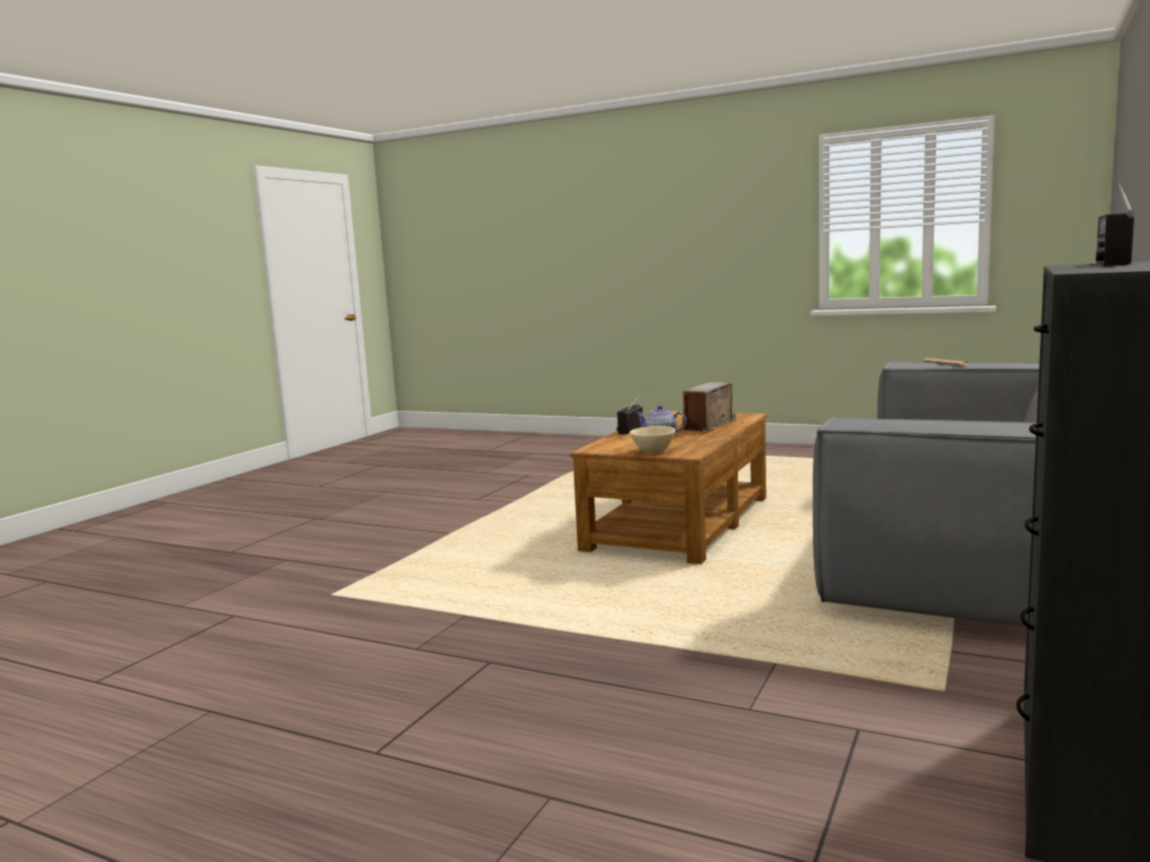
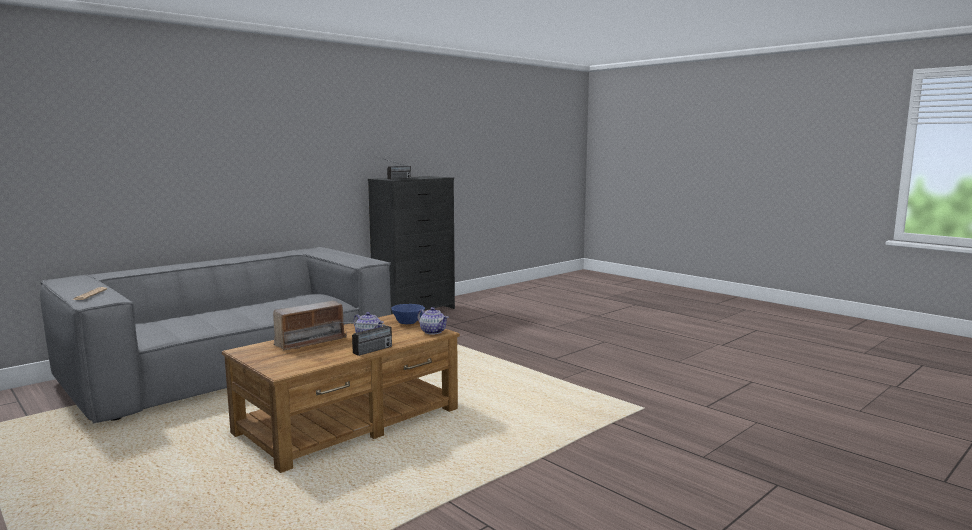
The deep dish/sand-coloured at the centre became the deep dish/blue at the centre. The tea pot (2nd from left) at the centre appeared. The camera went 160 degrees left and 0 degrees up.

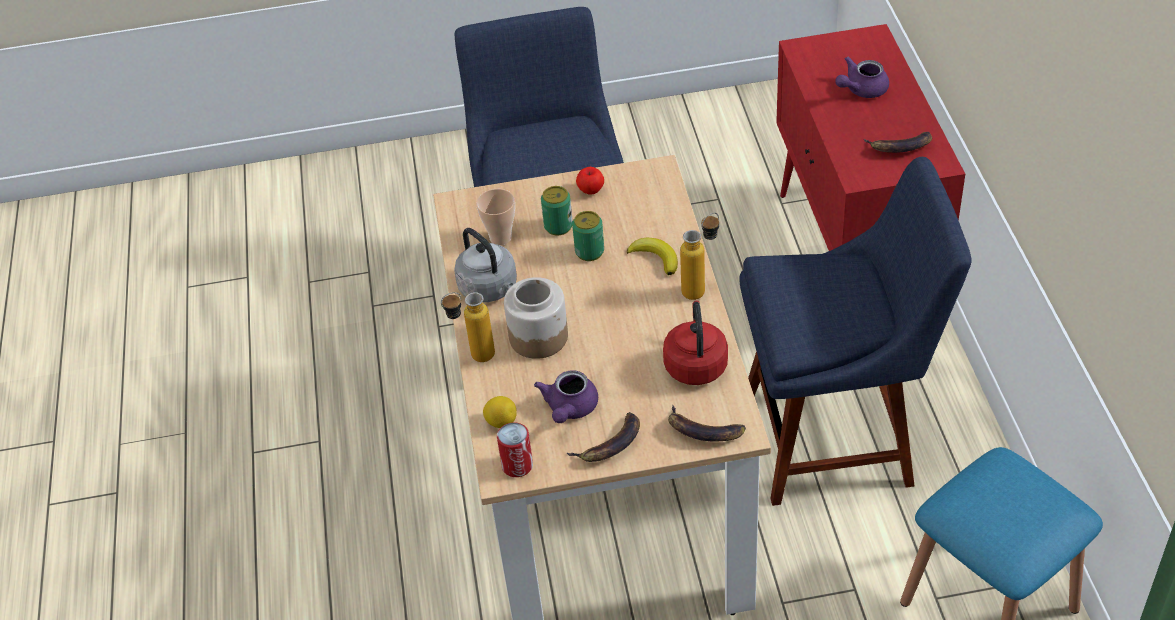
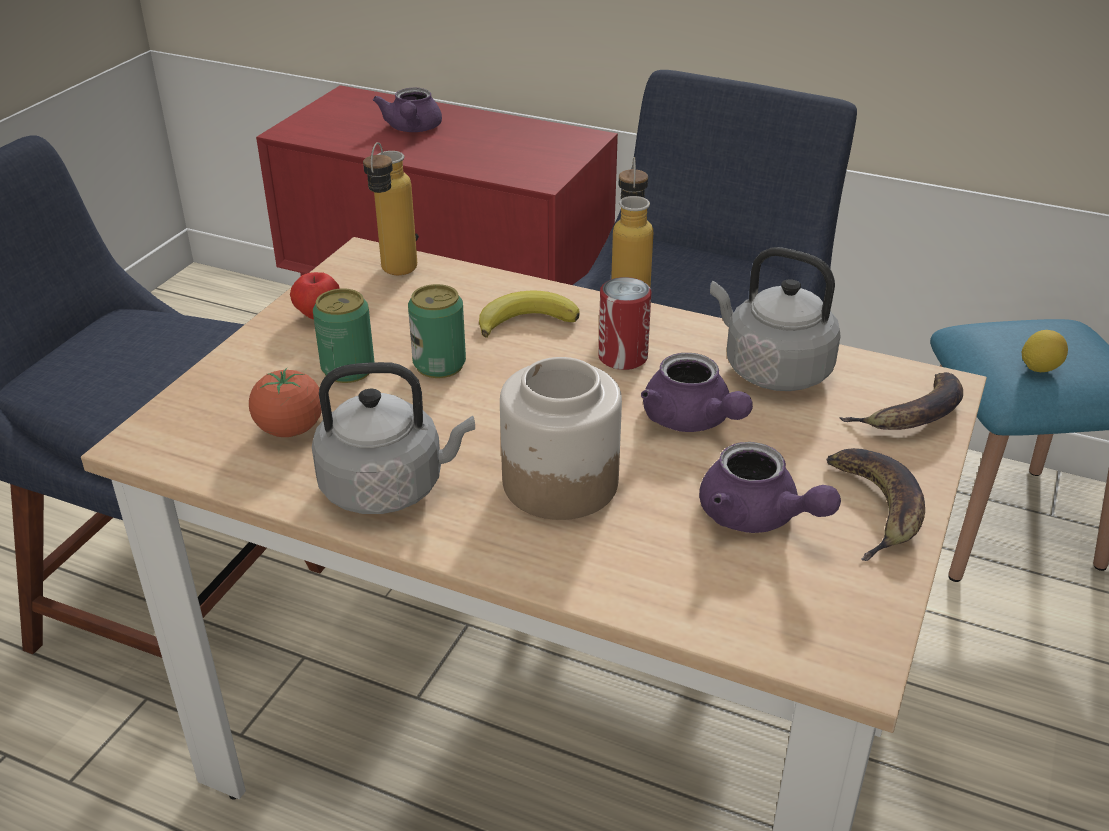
The whole banana (4th from left) at the top right disappeared. The cup at the centre was replaced by the tomato at the middle left. The bottle (1st from left) moved from the centre to the top centre. The tea kettle/reddish at the centre became the tea kettle/greyish (2nd from left) at the middle right. The citrus fruit moved from the centre to the middle right. The can (1st from left in the first image) moved from the bottom centre to the centre. The tea pot/purplish (2nd from left) at the centre appeared. The camera went 60 degrees left and 10 degrees down.

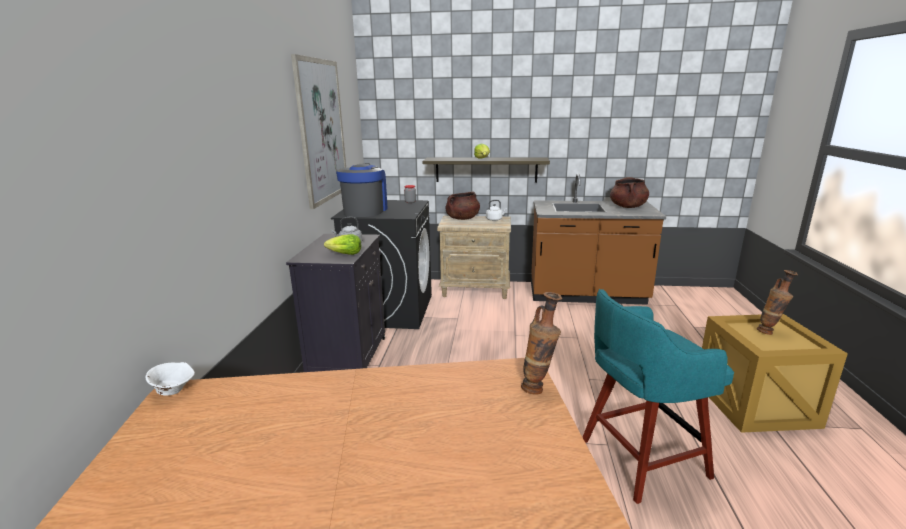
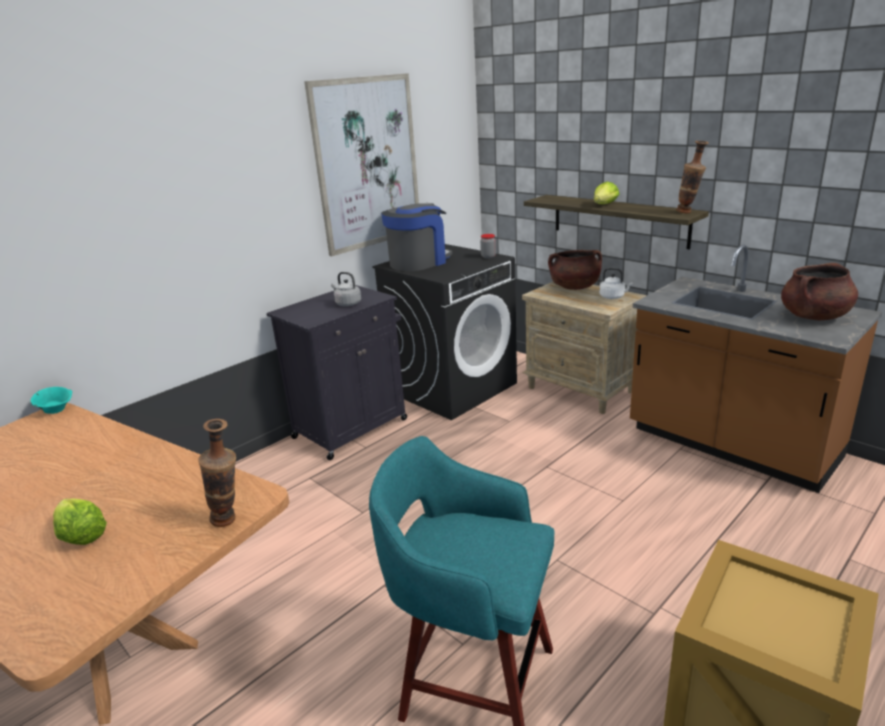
The lettuce head (1st from left) moved from the centre to the bottom left. The flower vase (2nd from left) moved from the middle right to the top right. The deep dish/whitish at the bottom left became the deep dish/blue-green at the middle left. The camera went 40 degrees right and 5 degrees up.

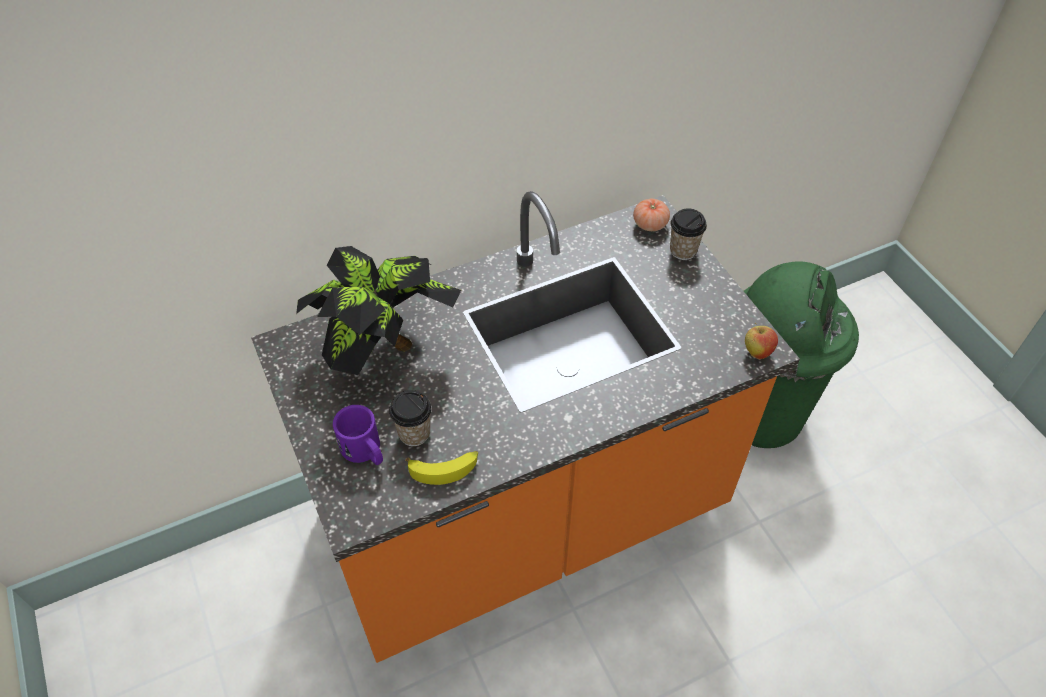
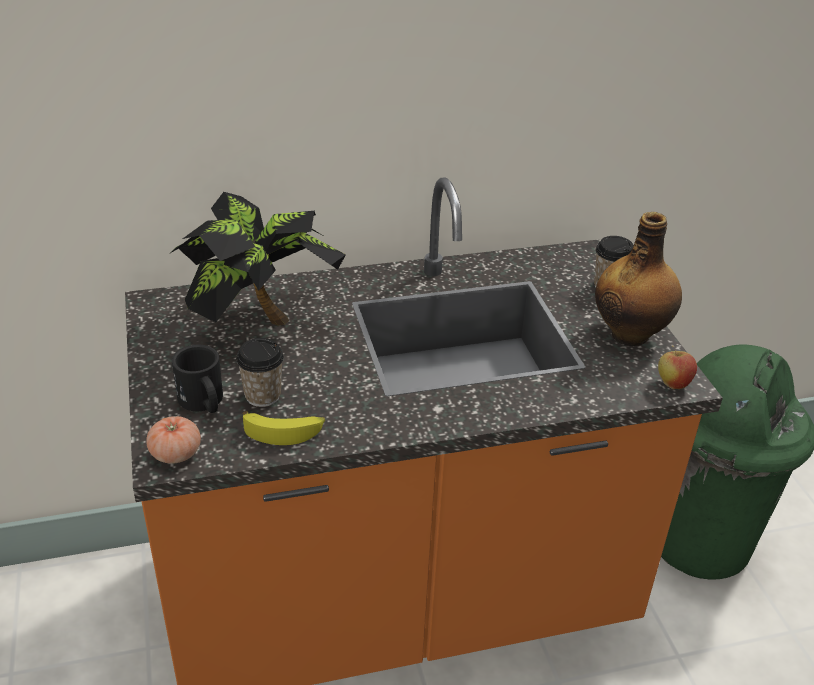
The tomato moved from the top centre to the middle left. The tea mug/purplish at the centre became the tea mug/blackish at the middle left. The bottle at the middle right appeared. The camera went 10 degrees right and 15 degrees down.

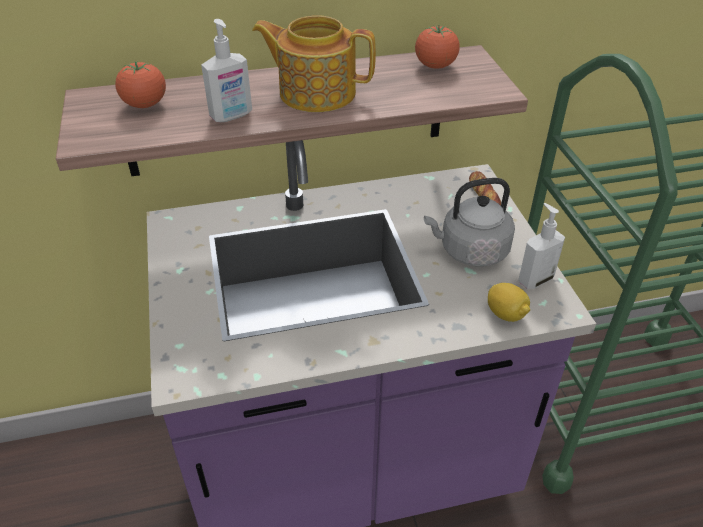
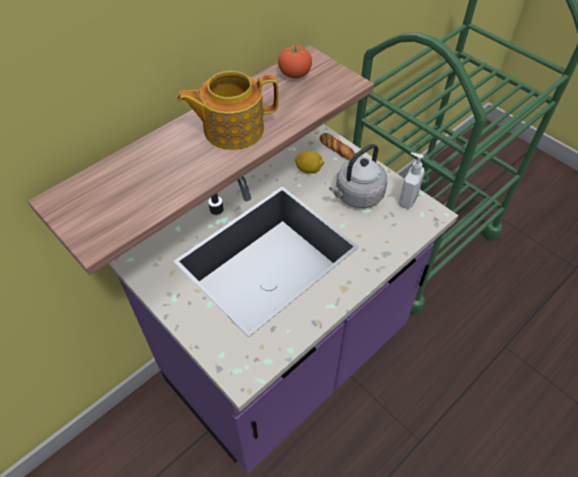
The liquid soap bottle (1st from left) at the top left disappeared. The tomato (1st from left) at the top left disappeared. The citrus fruit moved from the middle right to the centre. The camera went 30 degrees left and 10 degrees up.

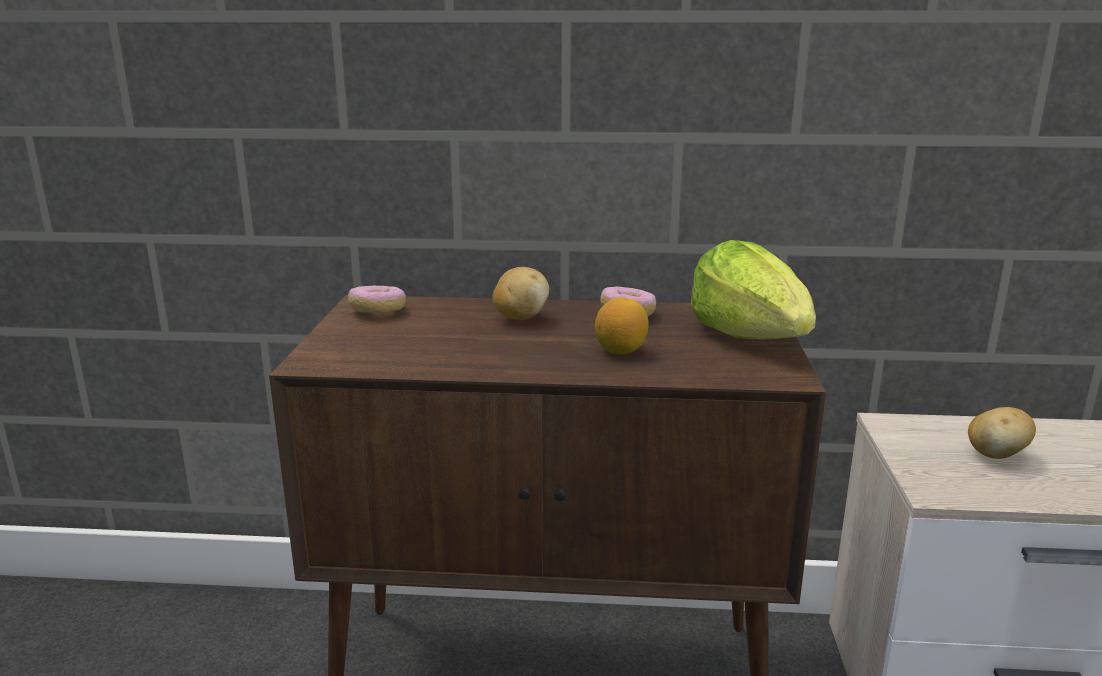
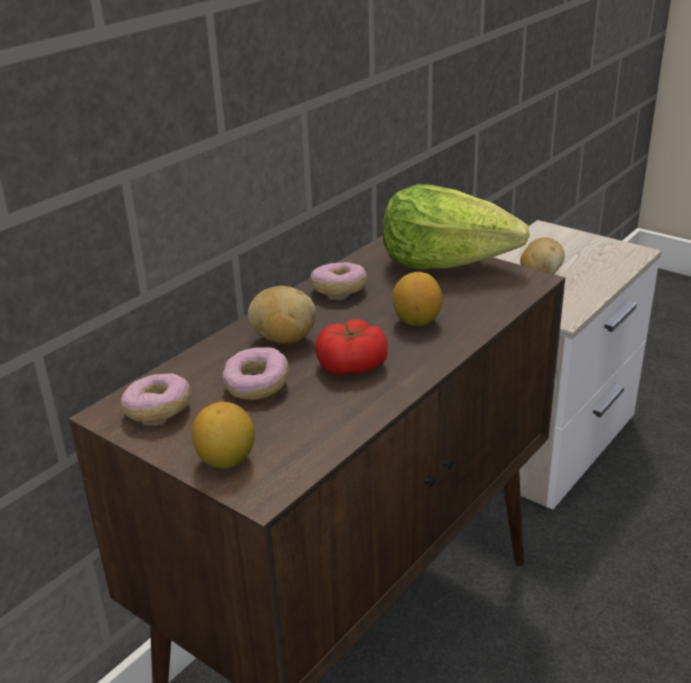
The tomato at the centre appeared. The ring doughnut (2nd from left) at the centre appeared. The citrus fruit (1st from left) at the middle left appeared. The camera went 55 degrees left and 10 degrees up.

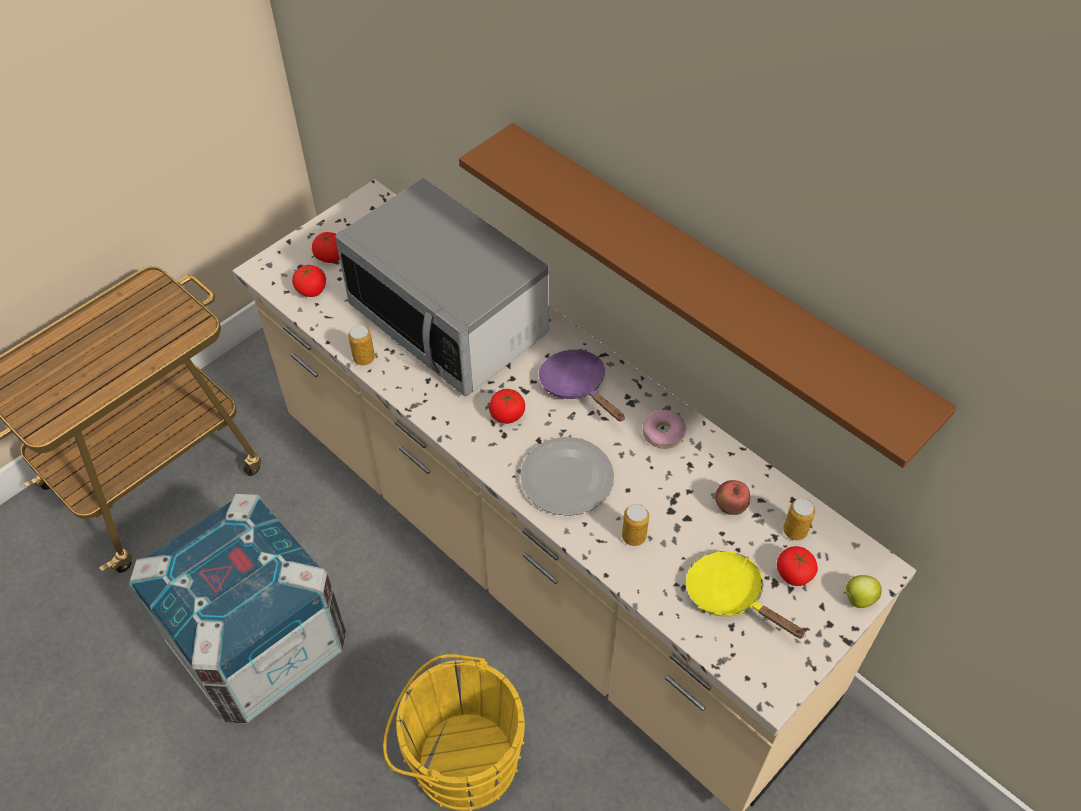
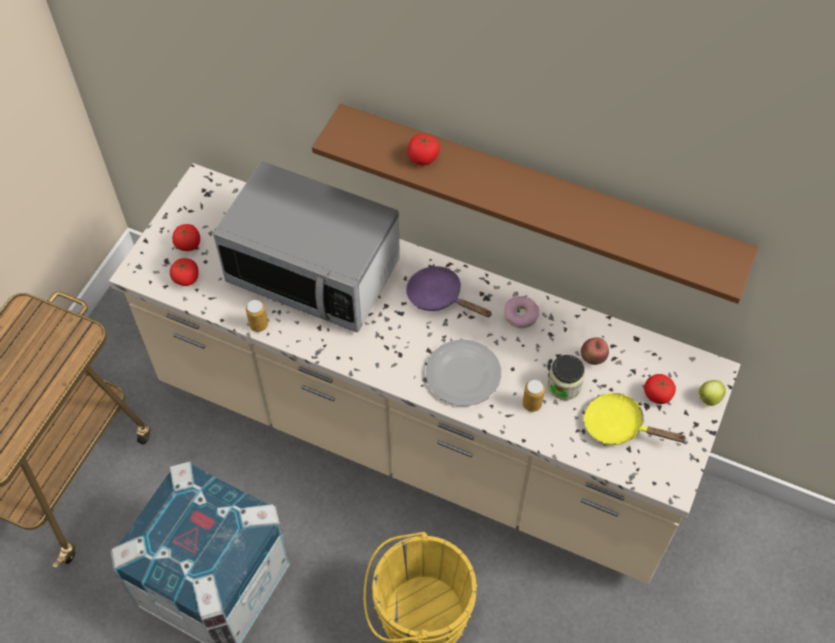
The tomato (3rd from left) moved from the centre to the top centre. The can (3rd from left) at the middle right disappeared. The jar at the middle right appeared. The camera went 20 degrees left and 5 degrees up.

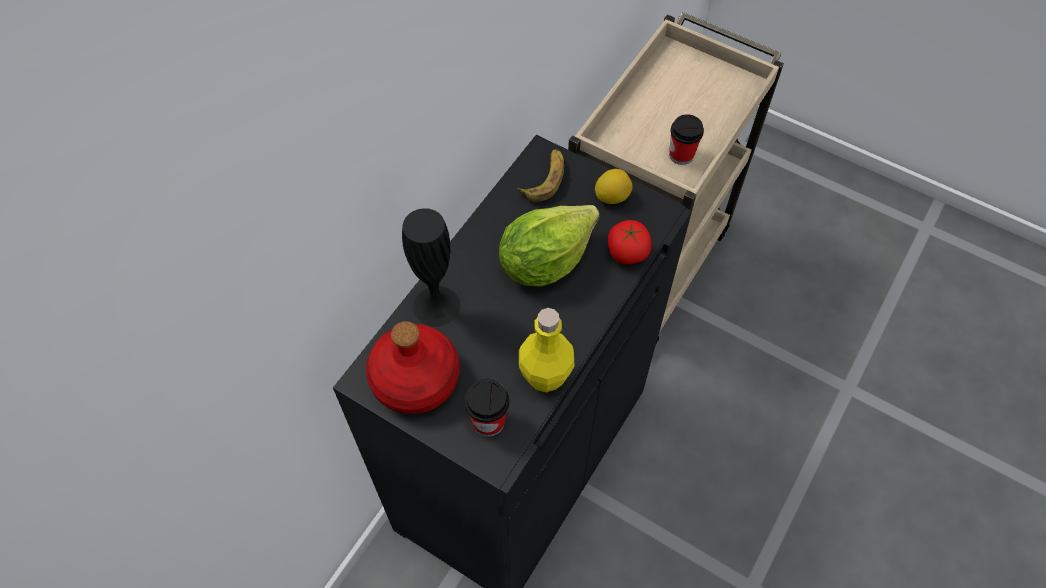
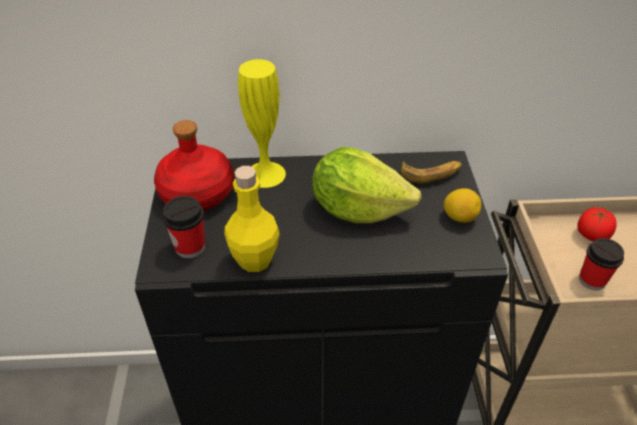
The flower vase/blackish at the centre became the flower vase/yellowish at the top centre. The tomato moved from the centre to the middle right. The camera went 55 degrees right and 15 degrees down.

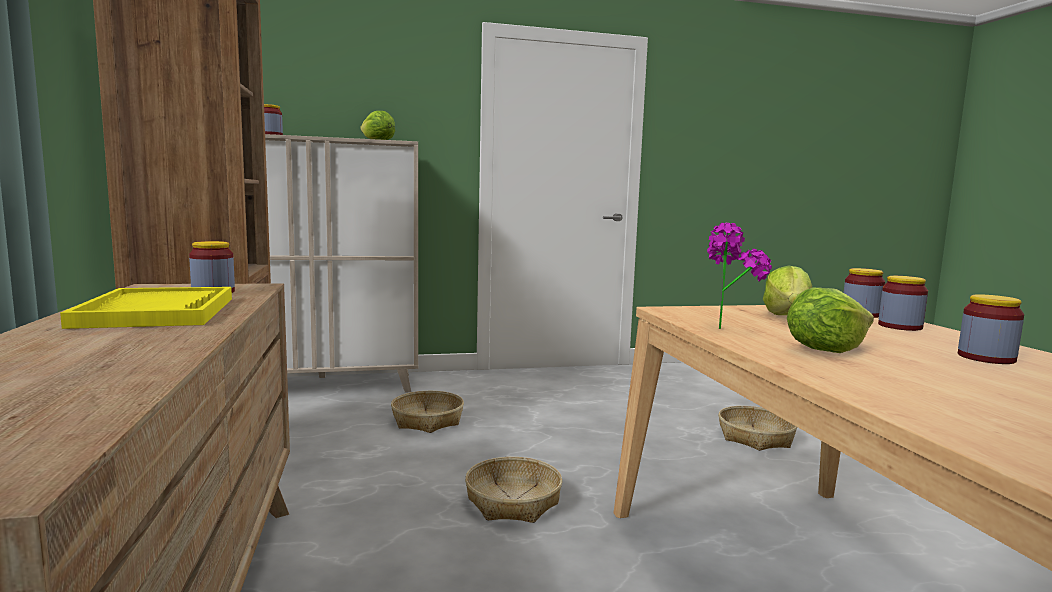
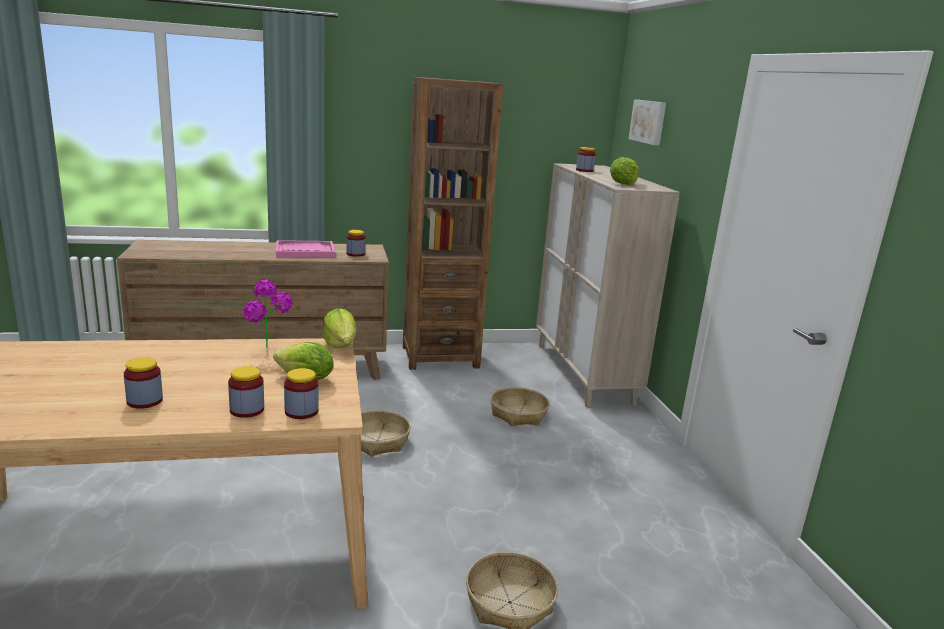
The serving tray/yellowish at the middle left became the serving tray/pink-coloured at the middle left. The lettuce head (3rd from left in the first image) moved from the middle right to the centre. The wall art at the top right appeared. The camera went 90 degrees right and 10 degrees up.

